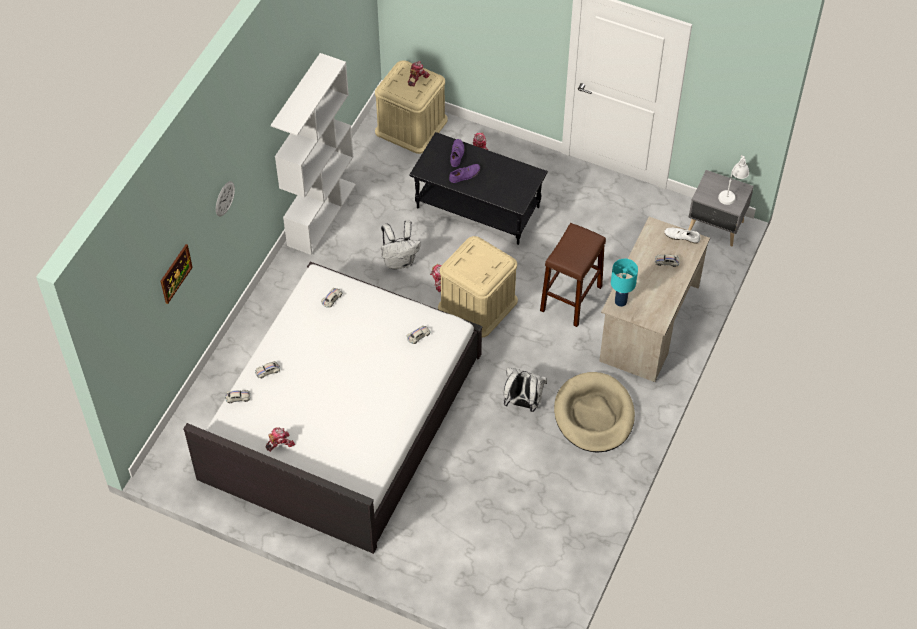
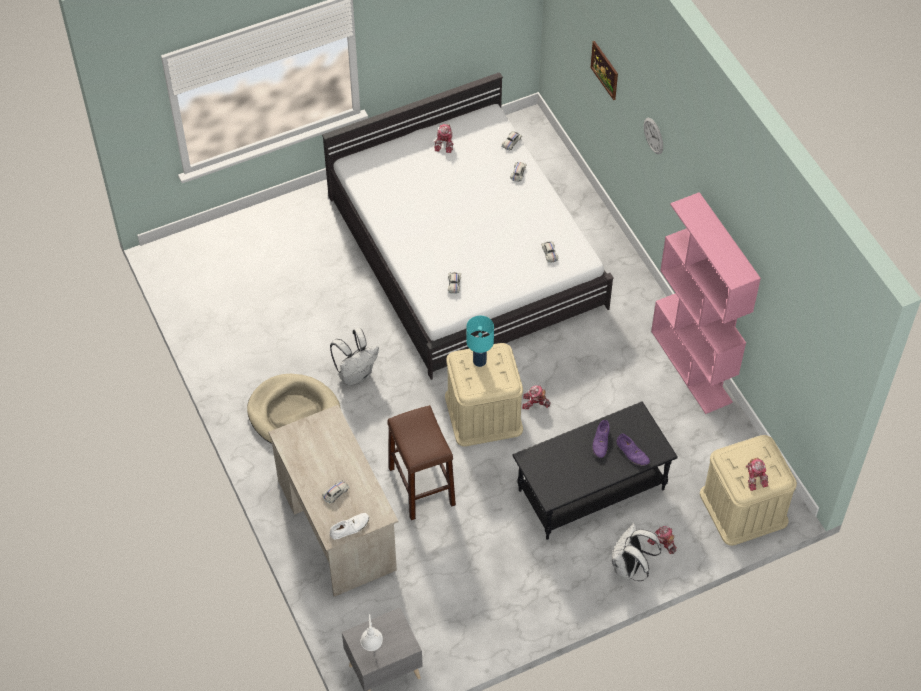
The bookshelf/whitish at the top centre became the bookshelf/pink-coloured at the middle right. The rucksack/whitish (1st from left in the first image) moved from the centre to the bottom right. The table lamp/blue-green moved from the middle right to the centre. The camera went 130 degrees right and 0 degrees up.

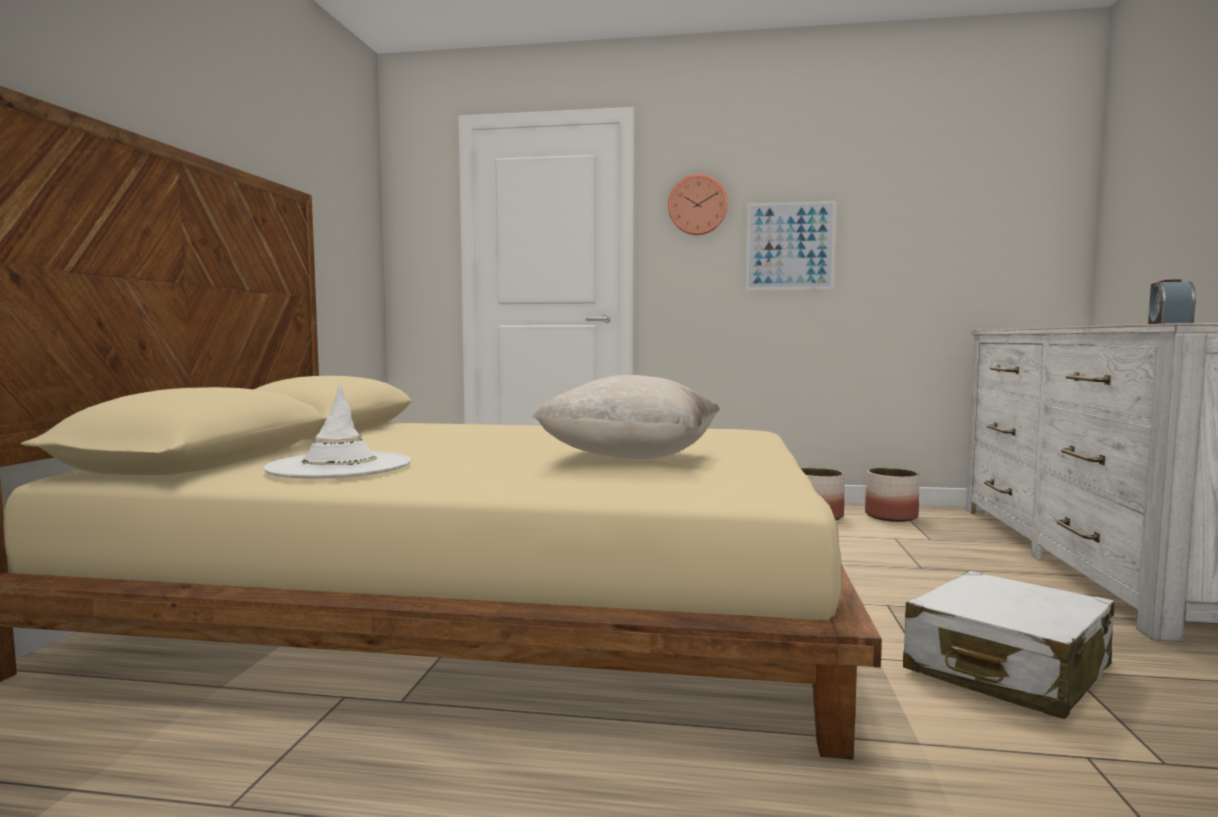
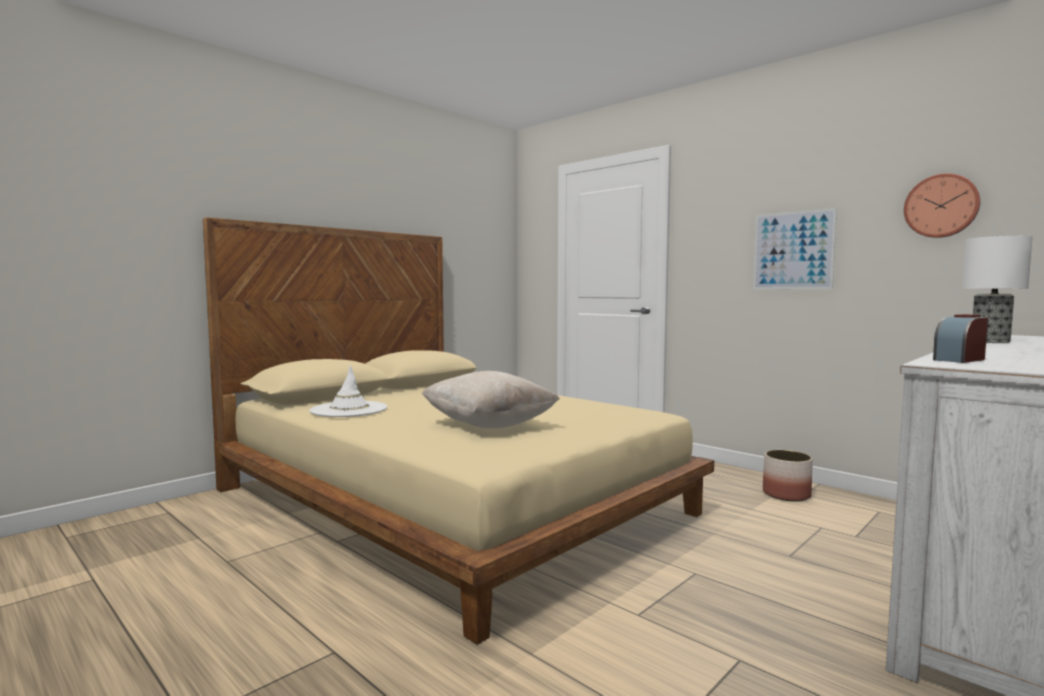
The wall clock moved from the top centre to the top right. The flower pot (2nd from left) at the middle right disappeared. The travel case/whitish at the bottom right disappeared. The table lamp at the middle right appeared. The camera went 35 degrees right and 0 degrees up.

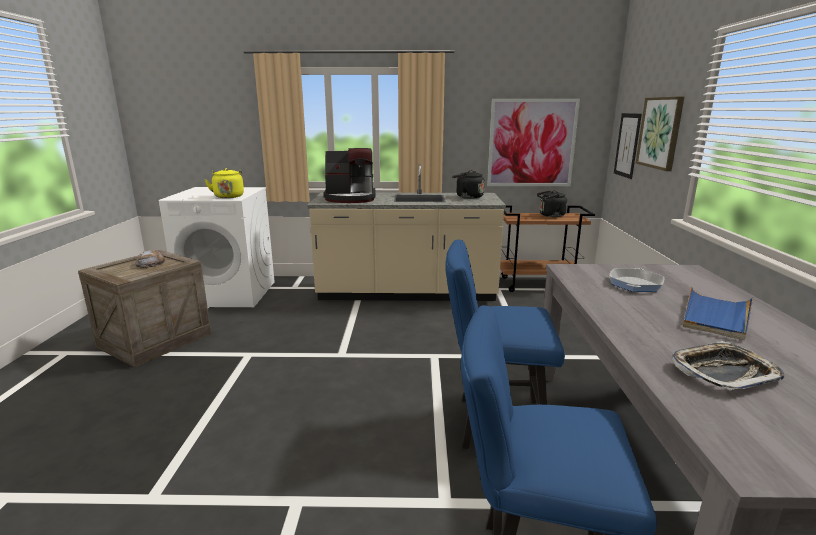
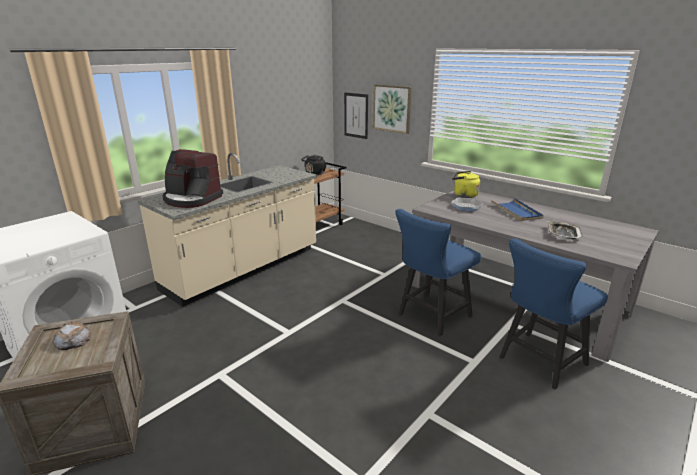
The wall art (1st from left) at the top centre disappeared. The coffee brewer at the top centre turned 75 degrees clockwise. The tea kettle/yellowish moved from the middle left to the middle right. The tea kettle/blackish (1st from left) at the centre disappeared. The camera went 50 degrees left and 5 degrees up.

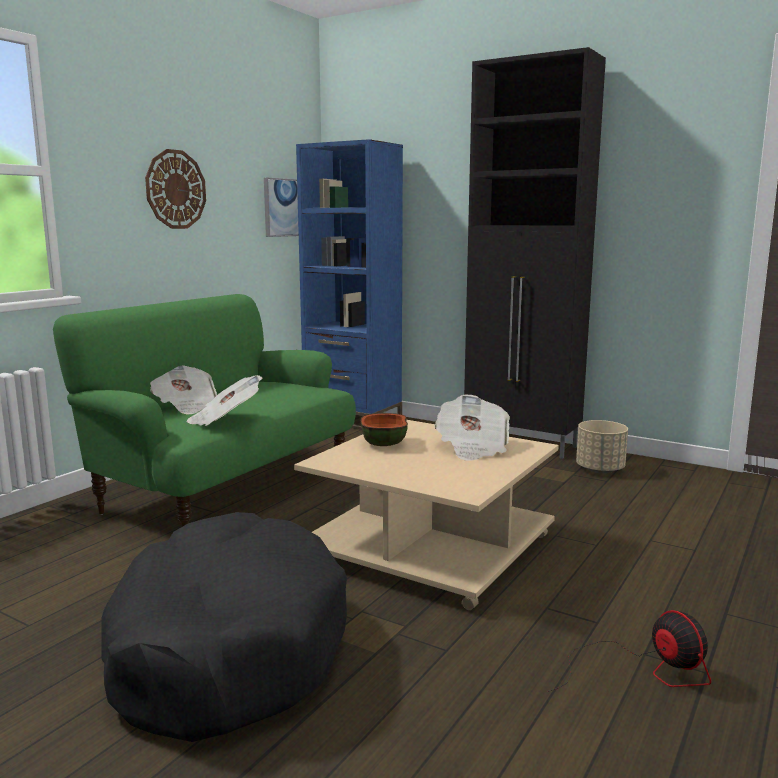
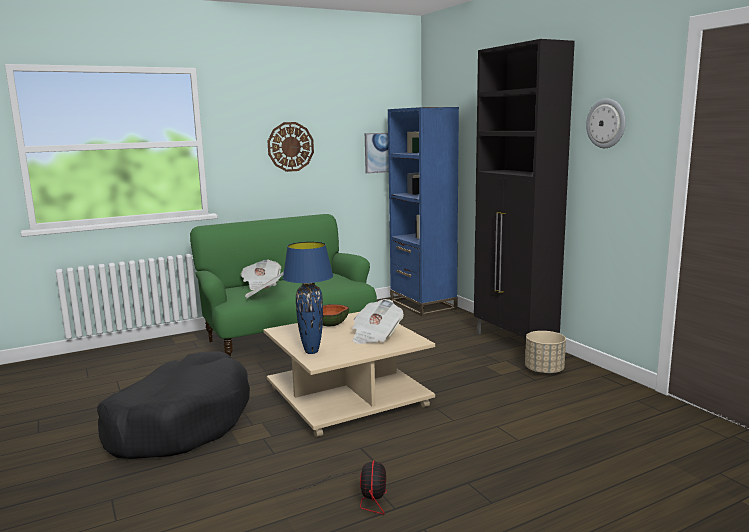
The wall clock (2nd from left) at the top right appeared. The table lamp/blue at the centre appeared. The camera went 30 degrees right and 0 degrees up.

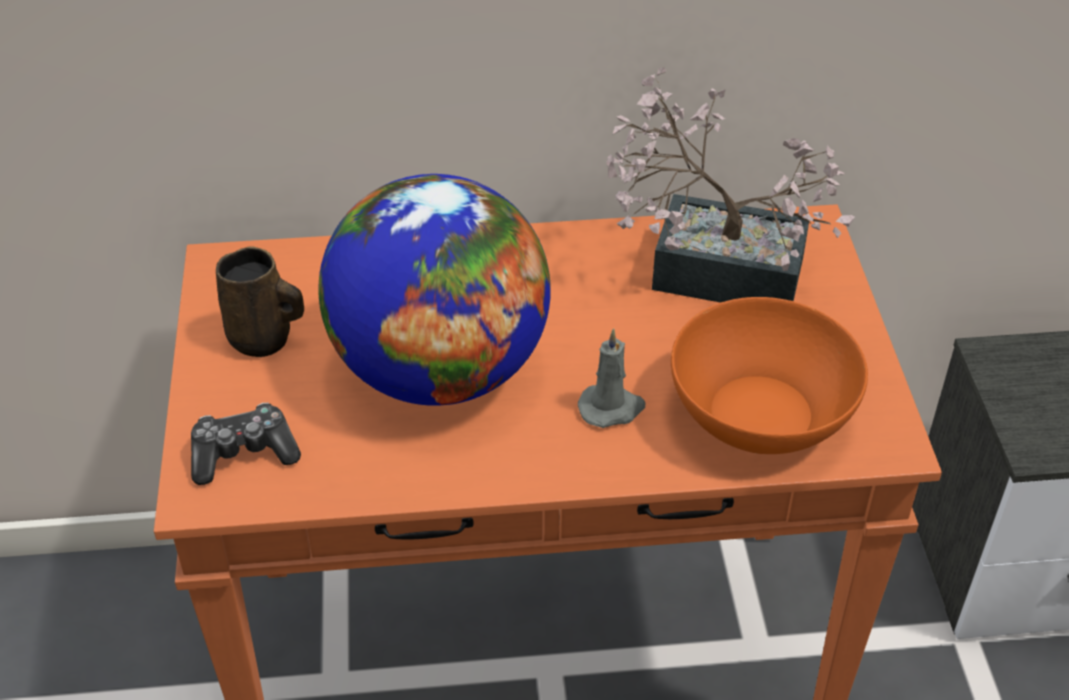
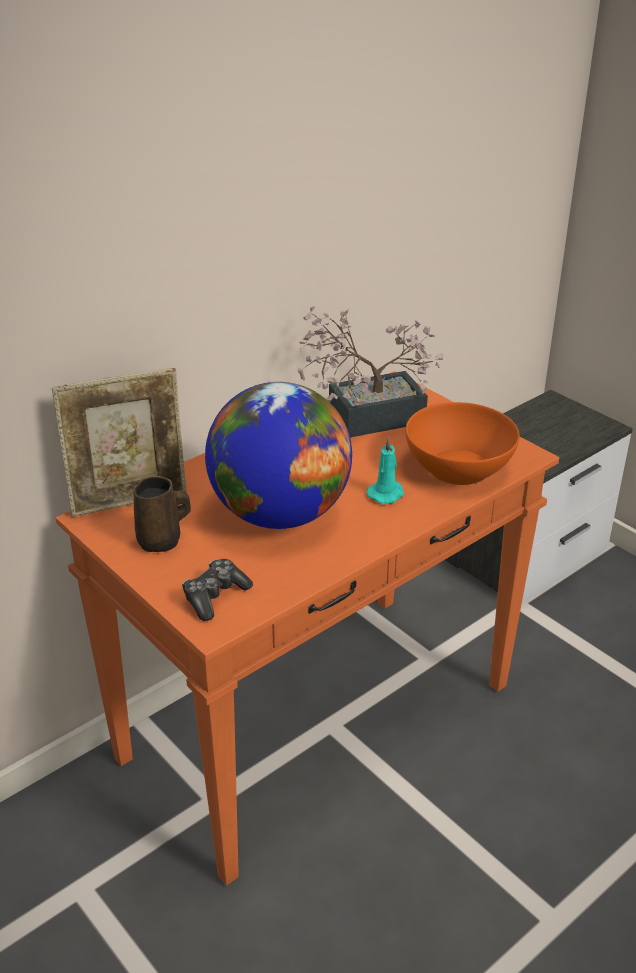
The wax candle/greyish at the centre became the wax candle/blue-green at the centre. The picture frame at the middle left appeared. The camera went 35 degrees left and 10 degrees down.

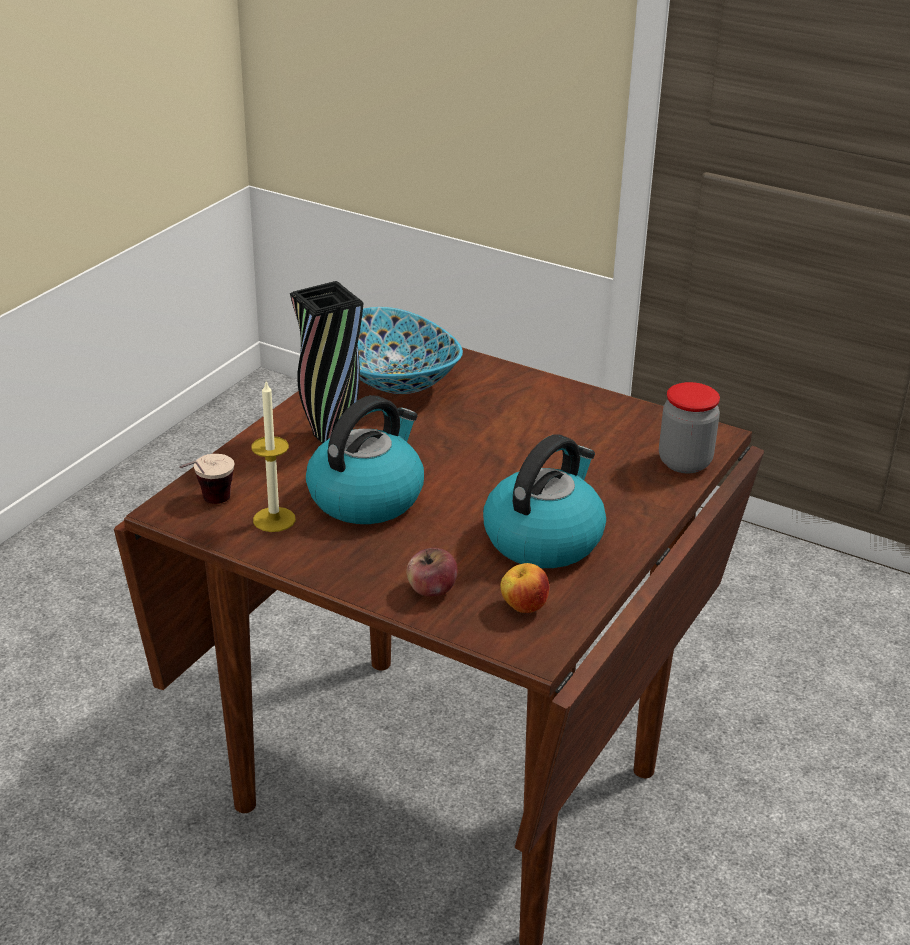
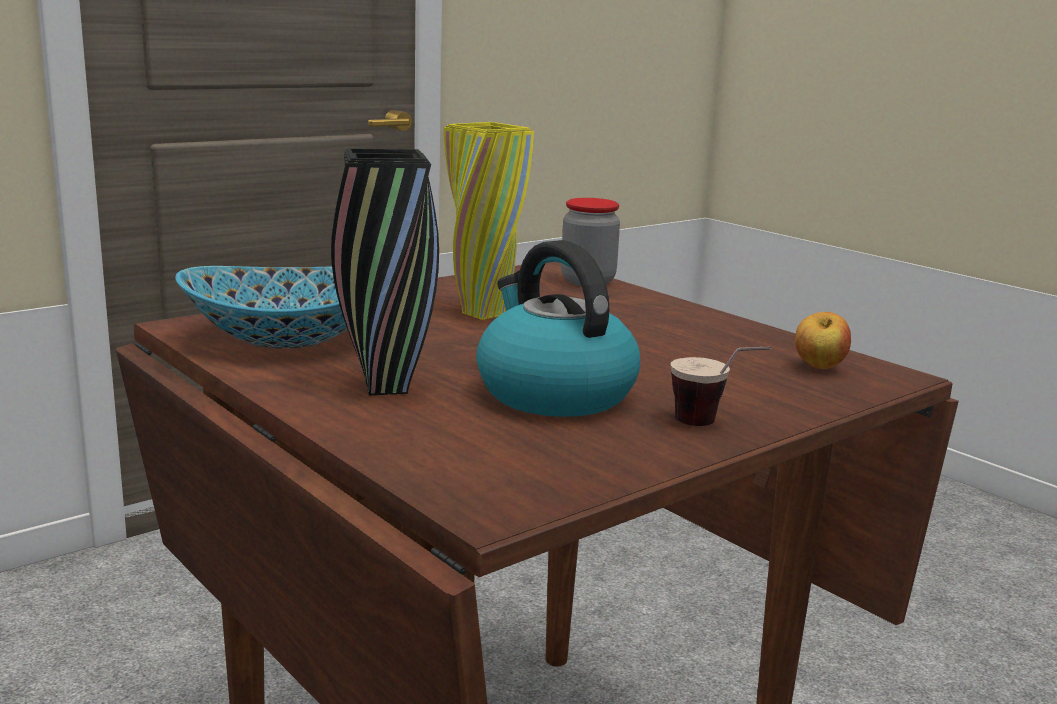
The wax candle at the middle left disappeared. The tea kettle (2nd from left) at the centre disappeared. The cup moved from the middle left to the middle right. The apple (1st from left) at the centre disappeared. The flower vase/yellowish at the top centre appeared. The camera went 70 degrees left and 15 degrees down.

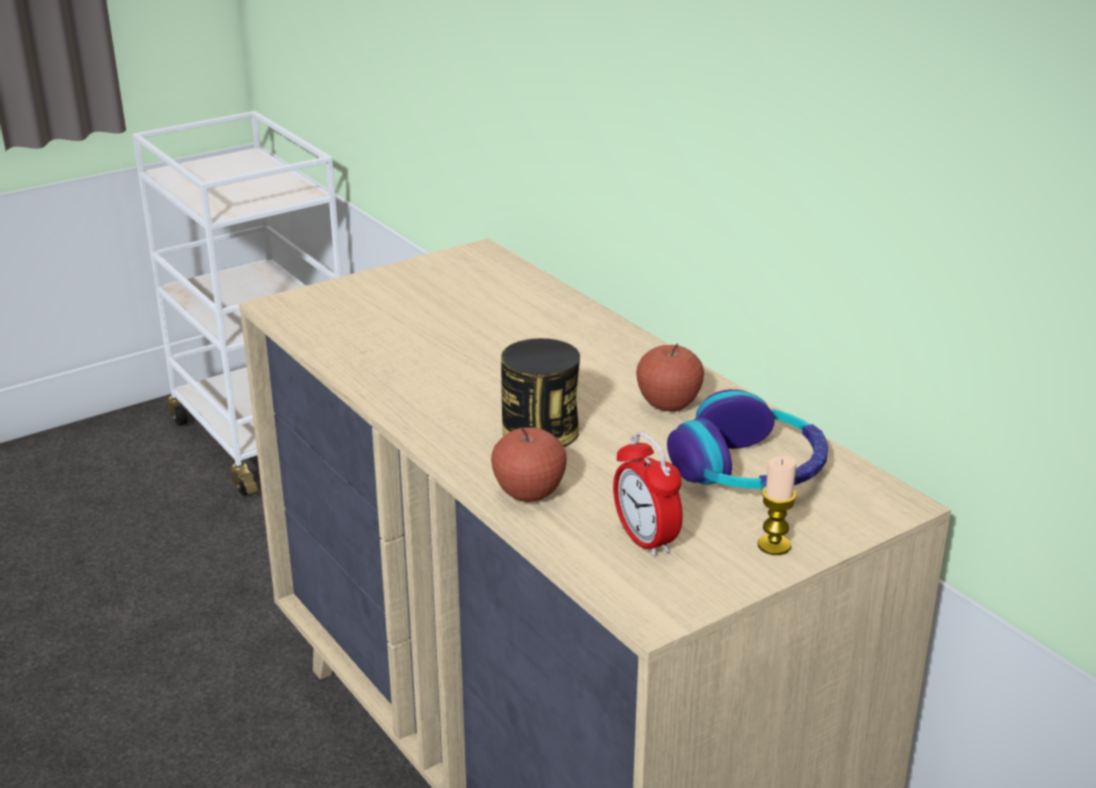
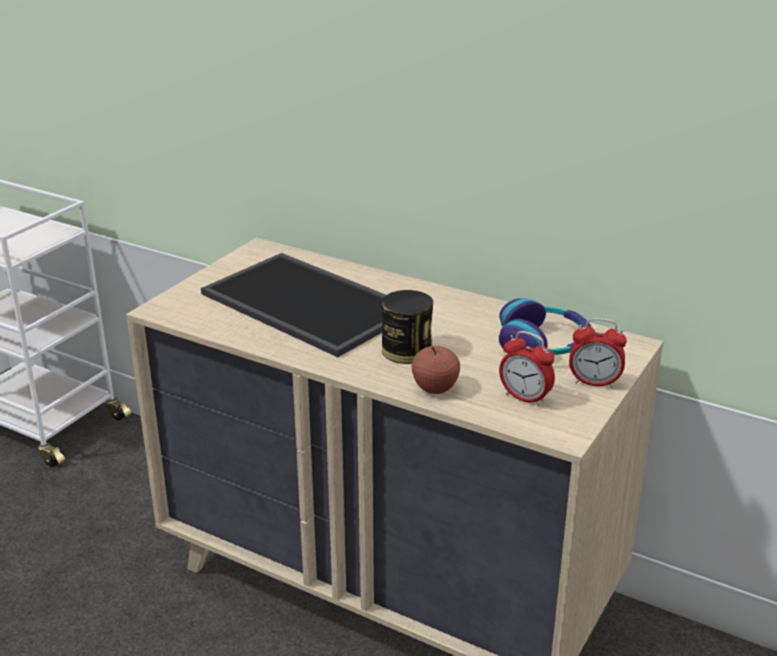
The apple (2nd from left) at the centre disappeared. The wax candle at the middle right was replaced by the table clock (2nd from left) at the middle right. The serving tray at the centre appeared. The camera went 25 degrees left and 0 degrees up.

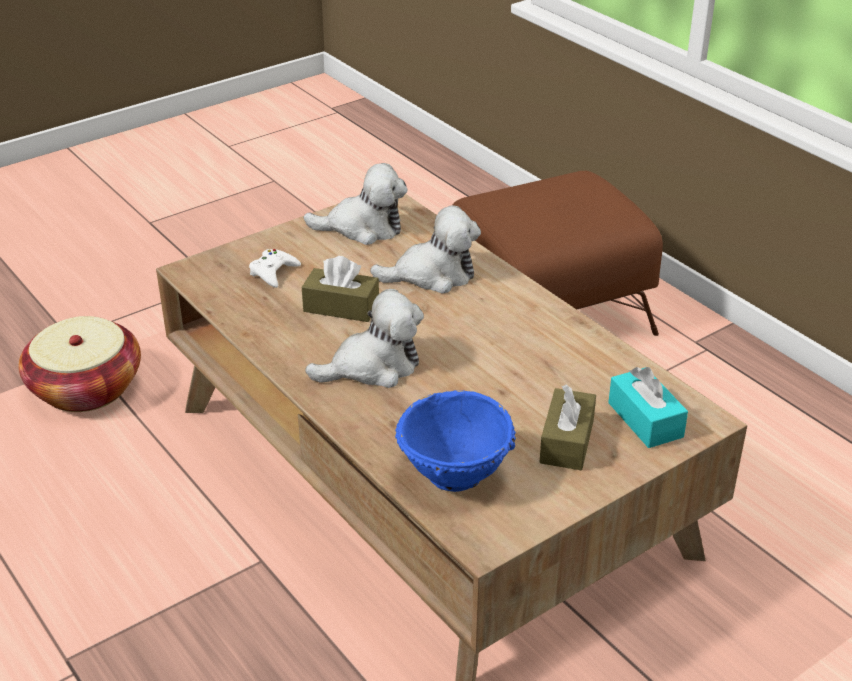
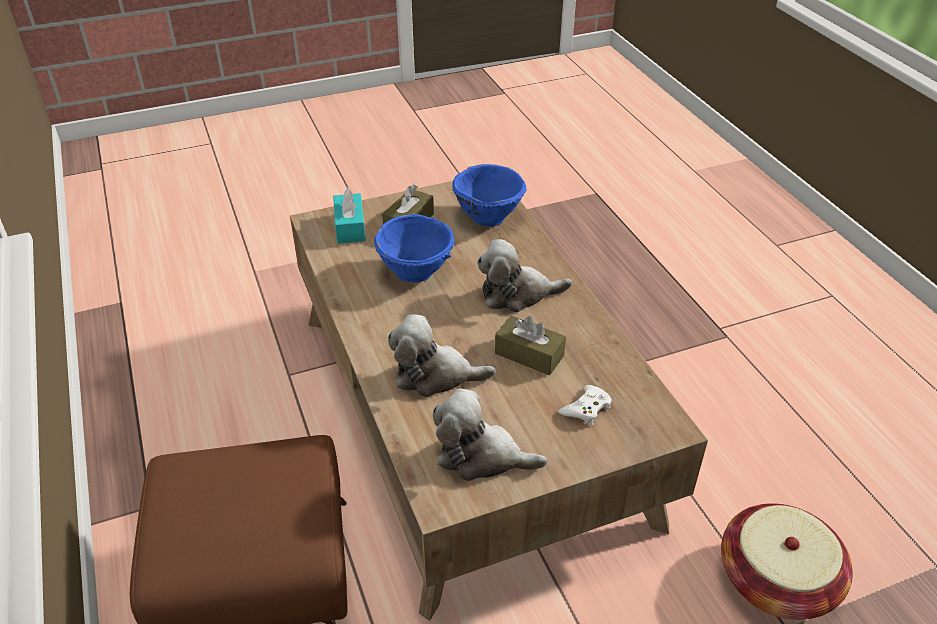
The deep dish/blue (1st from left) at the centre appeared. The camera went 165 degrees left and 5 degrees up.

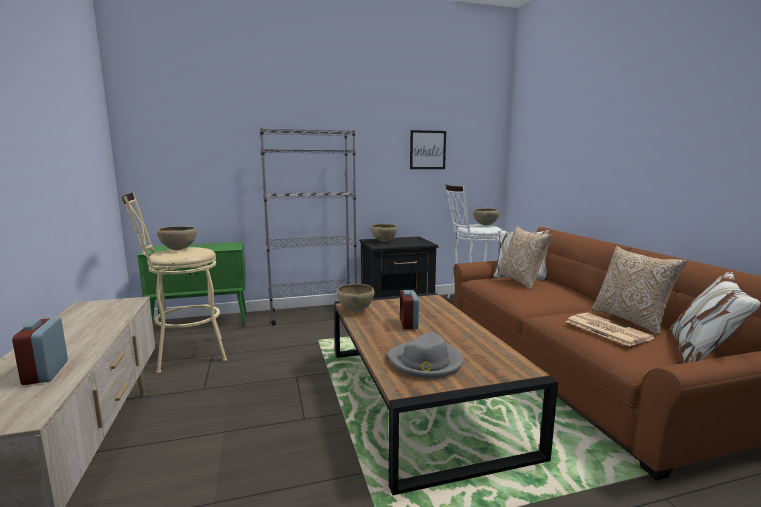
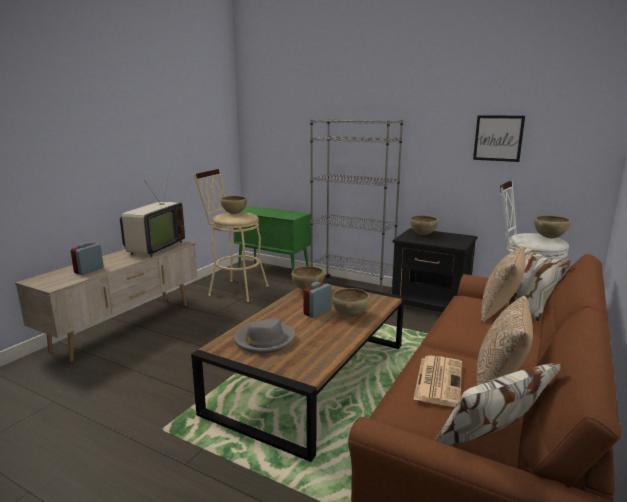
The TV at the middle left appeared. The deep dish/brown (3rd from left) at the centre appeared. The camera went 45 degrees right and 5 degrees up.

